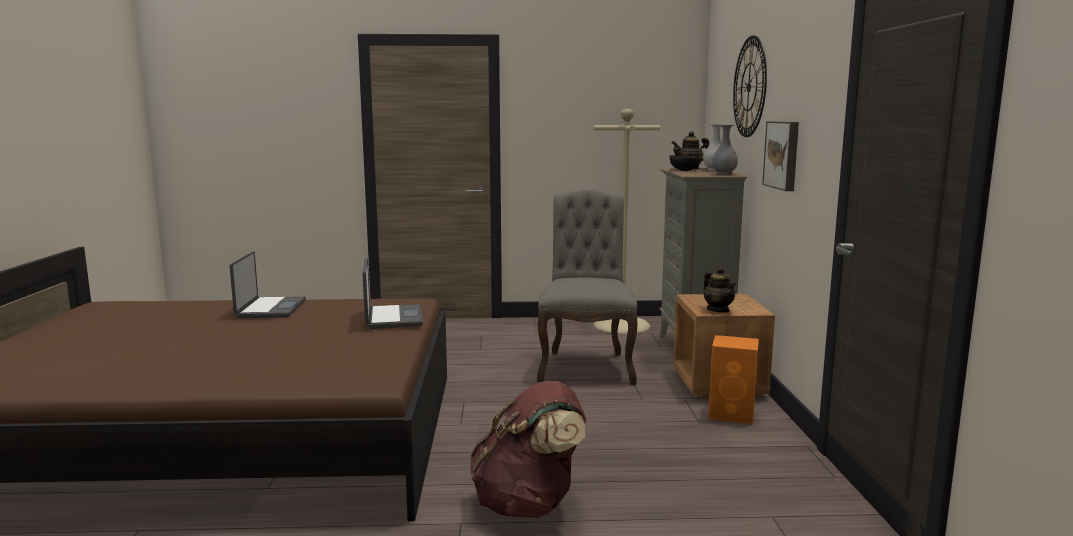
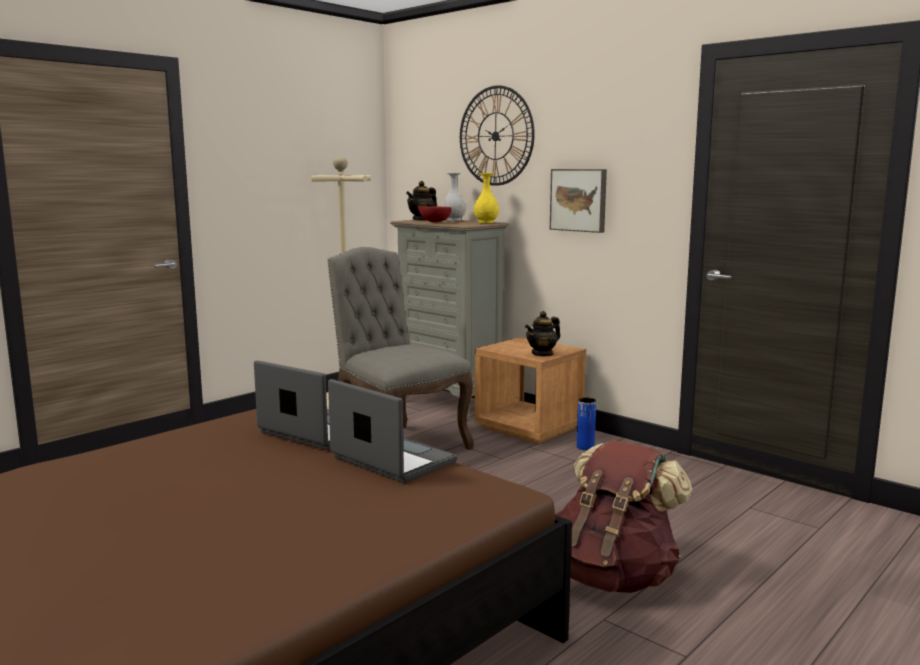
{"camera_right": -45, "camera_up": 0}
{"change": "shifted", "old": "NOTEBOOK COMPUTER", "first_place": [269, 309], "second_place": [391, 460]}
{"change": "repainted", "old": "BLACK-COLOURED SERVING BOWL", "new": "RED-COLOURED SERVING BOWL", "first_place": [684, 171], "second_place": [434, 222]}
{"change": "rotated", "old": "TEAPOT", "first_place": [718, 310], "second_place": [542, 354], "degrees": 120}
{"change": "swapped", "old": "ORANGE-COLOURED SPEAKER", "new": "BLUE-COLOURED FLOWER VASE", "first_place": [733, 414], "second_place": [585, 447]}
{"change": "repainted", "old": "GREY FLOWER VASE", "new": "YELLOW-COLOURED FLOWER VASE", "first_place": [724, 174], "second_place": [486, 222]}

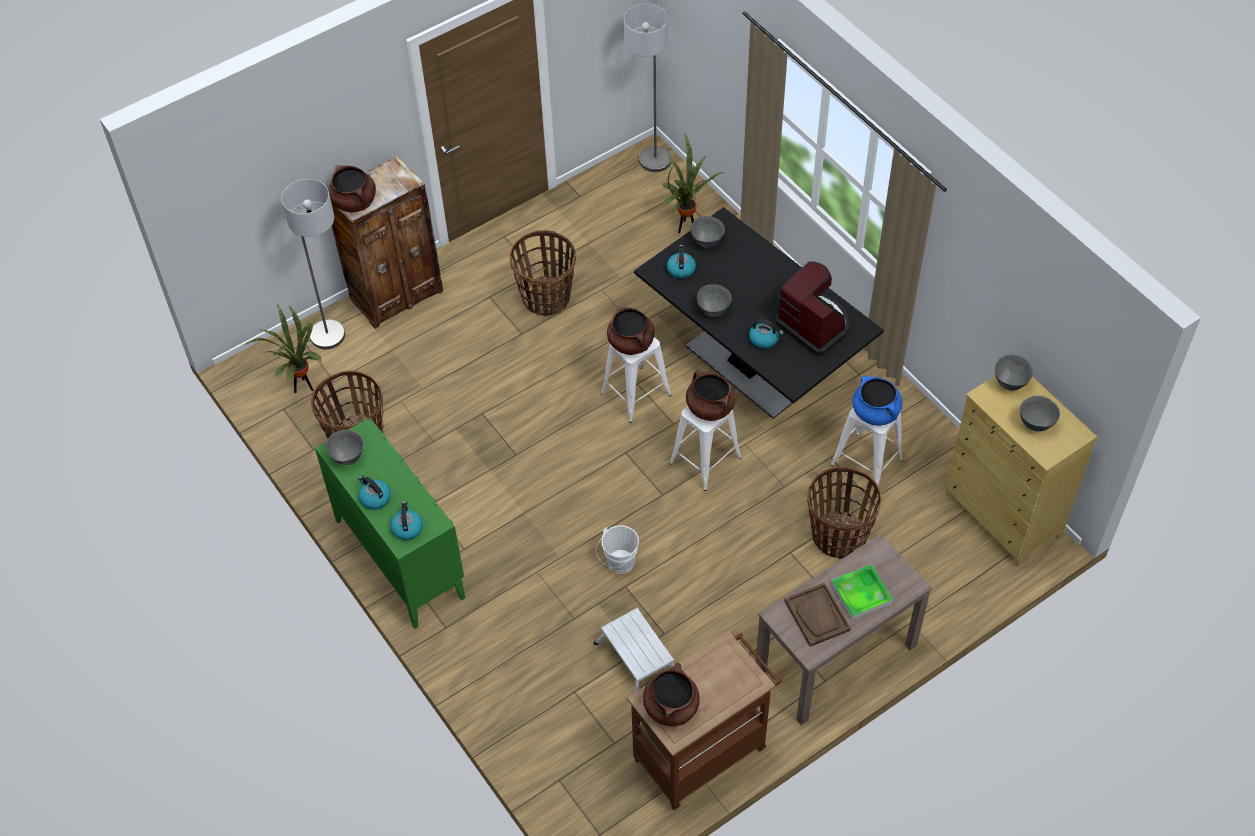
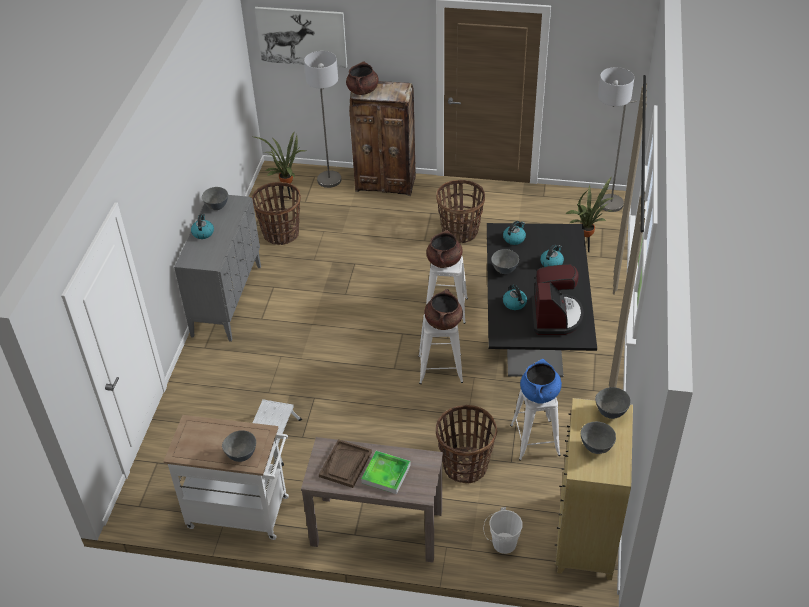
{"camera_right": 45, "camera_up": -10}
{"change": "repainted", "old": "GREEN-COLOURED DRAWER CHEST", "new": "GREY DRAWER CHEST", "first_place": [401, 557], "second_place": [229, 300]}
{"change": "shifted", "old": "WATER KETTLE", "first_place": [407, 528], "second_place": [551, 263]}
{"change": "shifted", "old": "WHITISH WATER BUCKET", "first_place": [618, 564], "second_place": [501, 543]}
{"change": "repainted", "old": "BROWN-COLOURED WHEELED CART", "new": "WHITISH WHEELED CART", "first_place": [703, 752], "second_place": [241, 513]}
{"change": "gone", "old": "BROWN-COLOURED COOKING POT", "first_place": [671, 706]}
{"change": "shifted", "old": "GREY SERVING BOWL", "first_place": [707, 242], "second_place": [242, 456]}
{"change": "new", "new": "WALL ART", "second_place": [301, 36]}

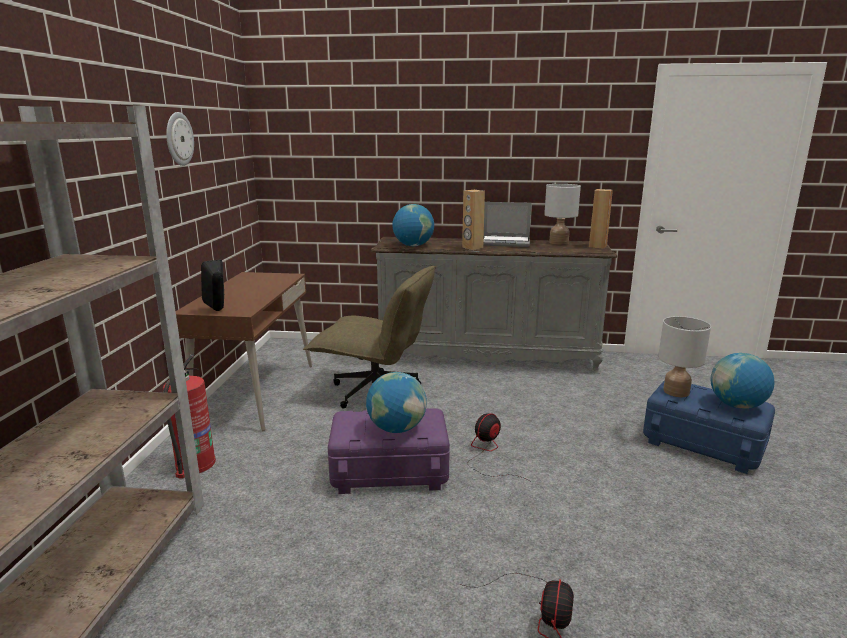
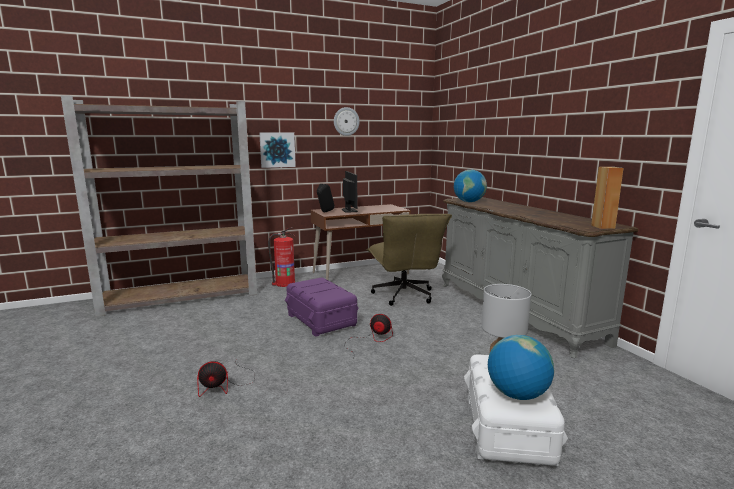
{"camera_right": 60, "camera_up": -5}
{"change": "gone", "old": "WORLD GLOBE", "first_place": [397, 428]}
{"change": "gone", "old": "BROWN-COLOURED SPEAKER", "first_place": [472, 247]}
{"change": "gone", "old": "NOTEBOOK COMPUTER", "first_place": [506, 242]}
{"change": "gone", "old": "GREY TABLETOP LAMP", "first_place": [558, 243]}
{"change": "repainted", "old": "BLUE-COLOURED STORAGE BOX", "new": "WHITISH STORAGE BOX", "first_place": [703, 443], "second_place": [508, 428]}
{"change": "new", "new": "WALL ART", "second_place": [277, 150]}
{"change": "new", "new": "MONITOR", "second_place": [349, 210]}

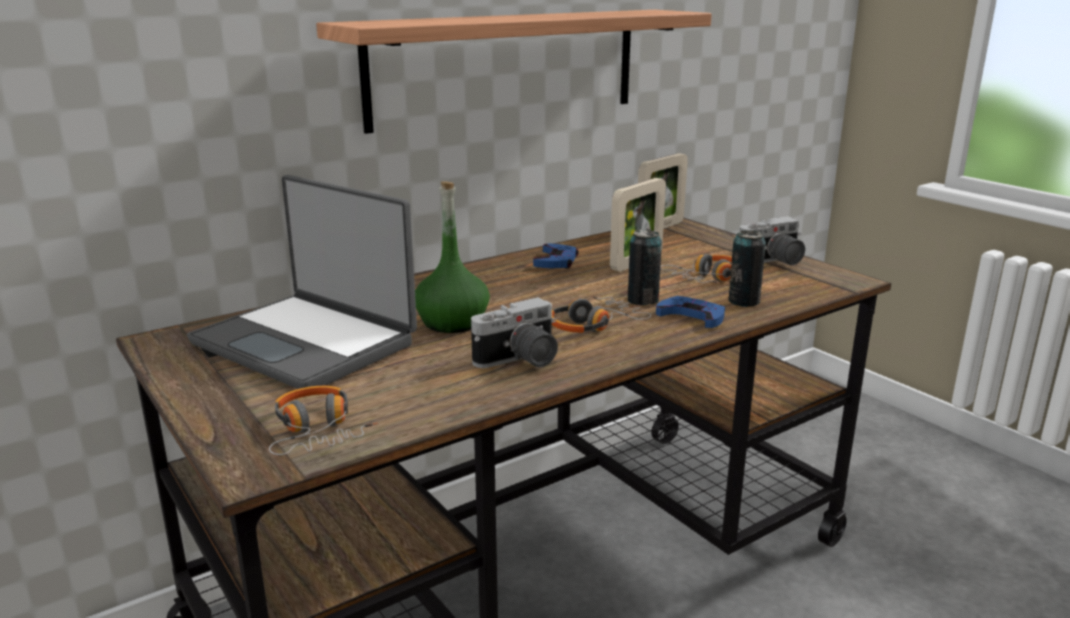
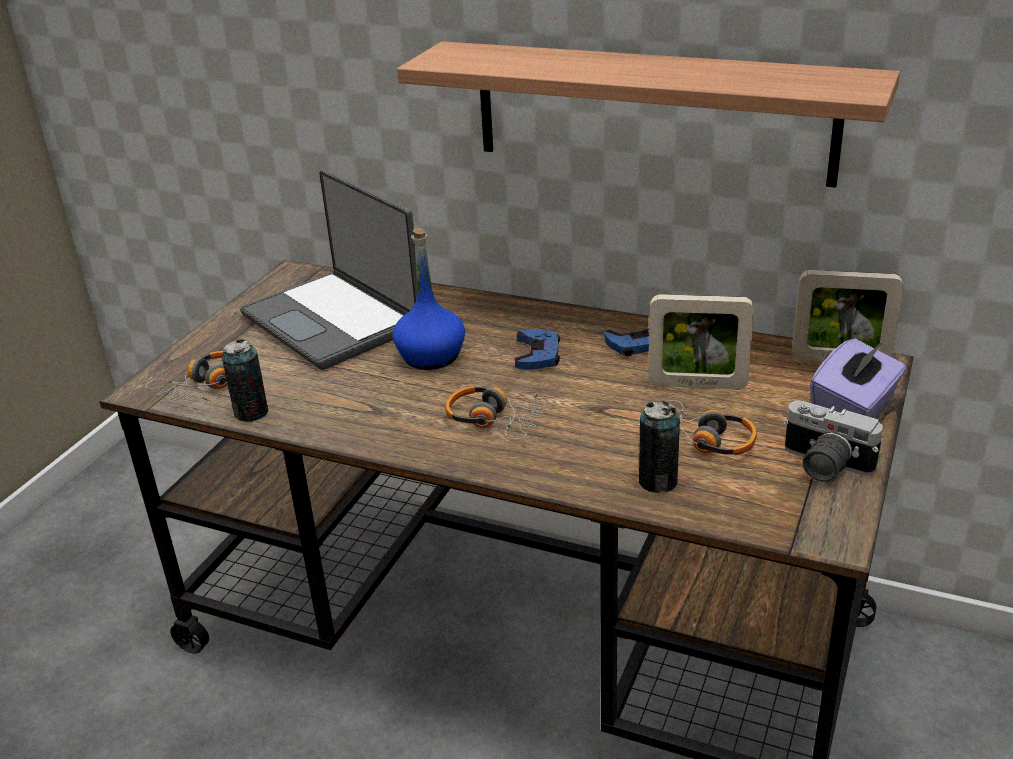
{"camera_right": 60, "camera_up": 10}
{"change": "rotated", "old": "NOTEBOOK COMPUTER", "first_place": [307, 342], "second_place": [334, 320], "degrees": -45}
{"change": "repainted", "old": "GREEN-COLOURED DRINK BOTTLE", "new": "BLUE-COLOURED DRINK BOTTLE", "first_place": [452, 322], "second_place": [431, 356]}
{"change": "gone", "old": "STILL CAMERA", "first_place": [520, 361]}
{"change": "shifted", "old": "CAN", "first_place": [643, 300], "second_place": [251, 413]}
{"change": "shifted", "old": "BLUE-COLOURED GAME CONTROLLER", "first_place": [692, 317], "second_place": [538, 354]}
{"change": "new", "new": "PURPLE BOX OF TISSUES", "second_place": [854, 411]}

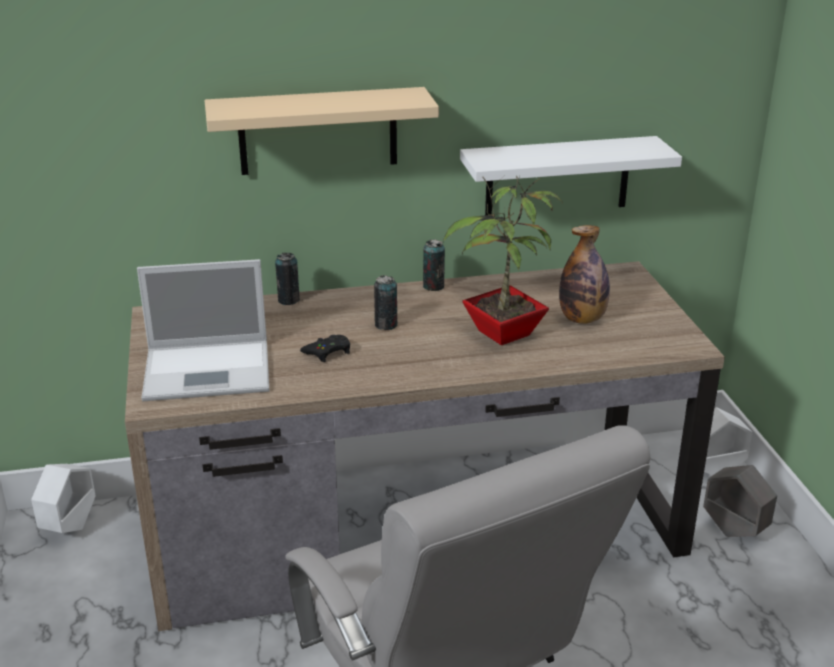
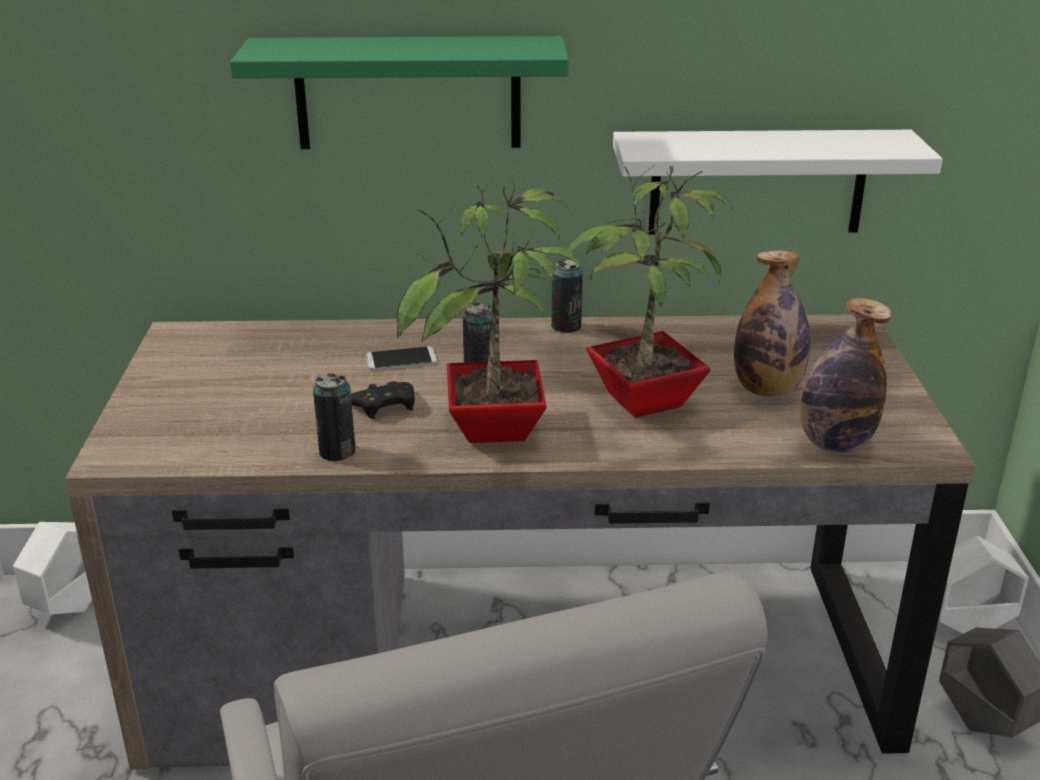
{"camera_right": 10, "camera_up": 0}
{"change": "gone", "old": "NOTEBOOK COMPUTER", "first_place": [210, 370]}
{"change": "repainted", "old": "SAND-COLOURED BRACKET SHELF", "new": "GREEN-COLOURED BRACKET SHELF", "first_place": [318, 131], "second_place": [408, 93]}
{"change": "shifted", "old": "CAN", "first_place": [288, 300], "second_place": [337, 452]}
{"change": "new", "new": "PHONE", "second_place": [401, 359]}
{"change": "new", "new": "POTTED PLANT", "second_place": [495, 431]}
{"change": "new", "new": "DRINK BOTTLE", "second_place": [835, 444]}

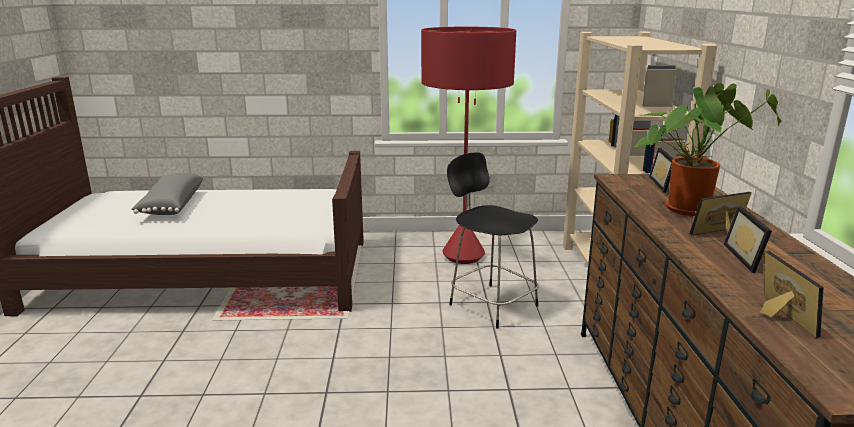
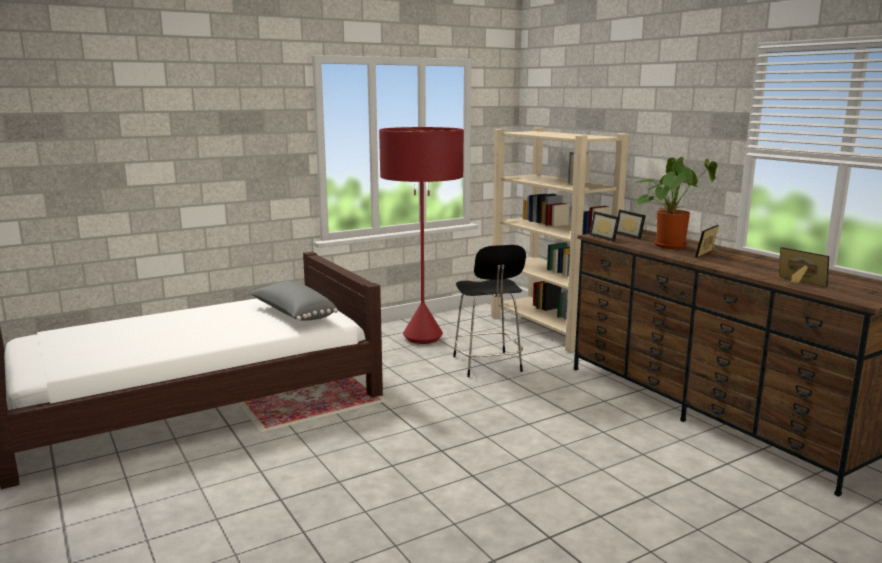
{"camera_right": -30, "camera_up": -5}
{"change": "shifted", "old": "GREY THROW PILLOW", "first_place": [171, 206], "second_place": [293, 314]}
{"change": "rotated", "old": "BLACK-COLOURED UPRIGHT CHAIR", "first_place": [491, 304], "second_place": [487, 365], "degrees": -120}
{"change": "shifted", "old": "STANDING FRAME", "first_place": [749, 258], "second_place": [606, 237]}

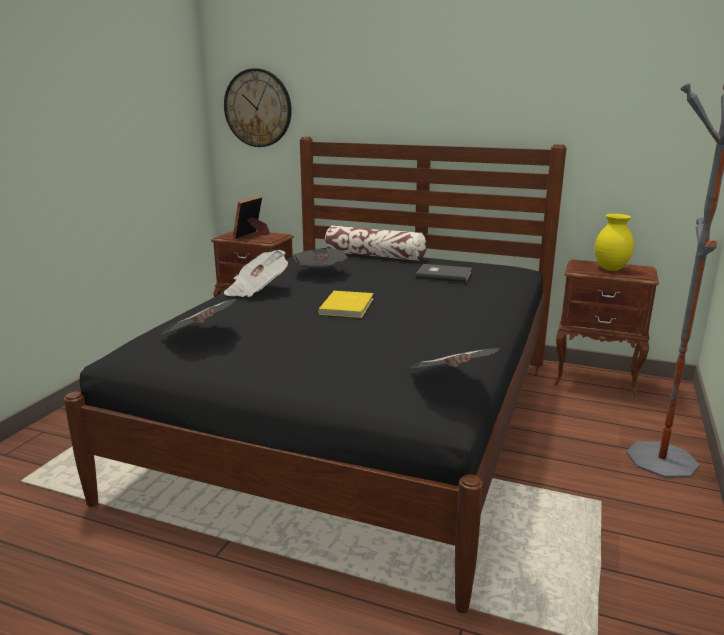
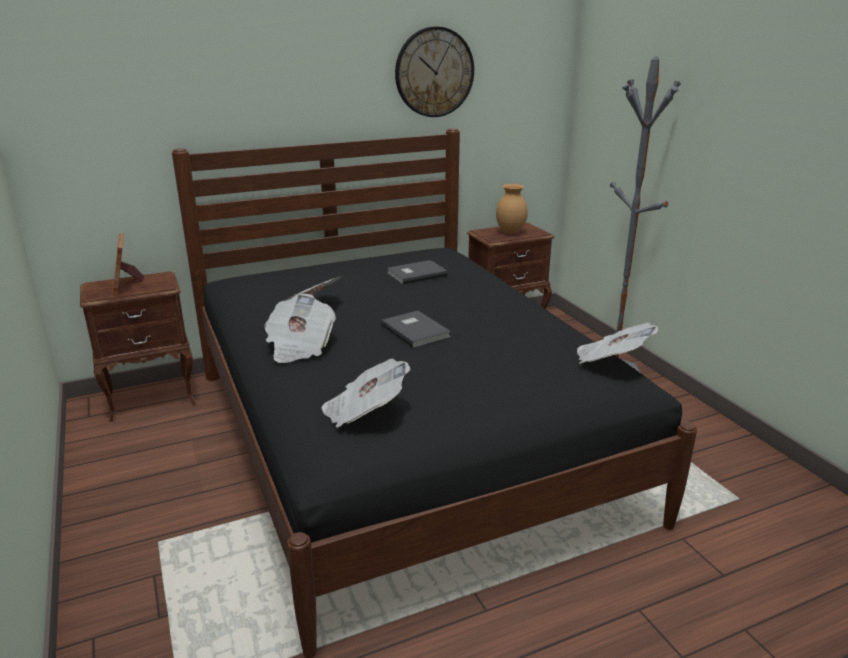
{"camera_right": -45, "camera_up": 5}
{"change": "shifted", "old": "HANGING CLOCK", "first_place": [258, 108], "second_place": [434, 72]}
{"change": "repainted", "old": "YELLOW-COLOURED BOOK", "new": "GREY BOOK", "first_place": [348, 306], "second_place": [416, 330]}
{"change": "gone", "old": "THROW PILLOW", "first_place": [375, 256]}
{"change": "repainted", "old": "YELLOW-COLOURED FLOWER VASE", "new": "BROWN-COLOURED FLOWER VASE", "first_place": [611, 269], "second_place": [511, 232]}

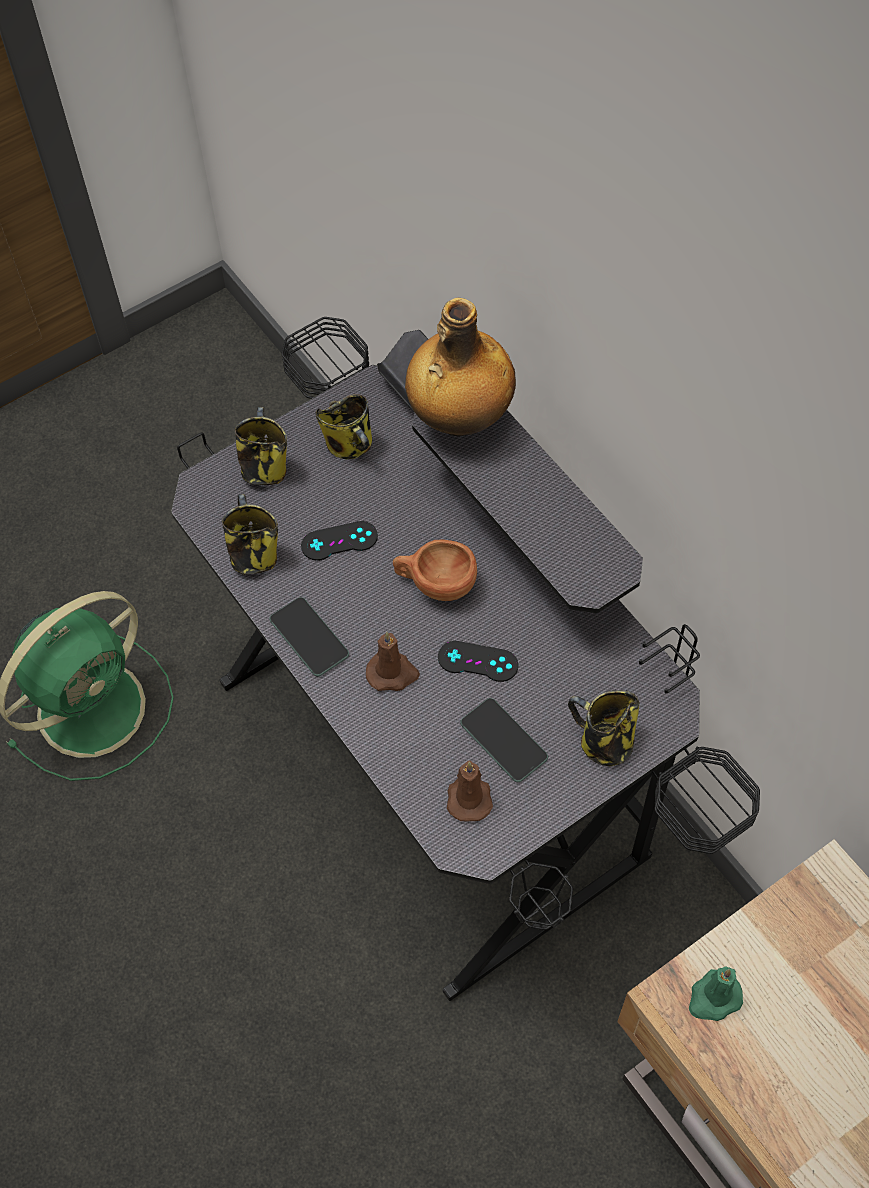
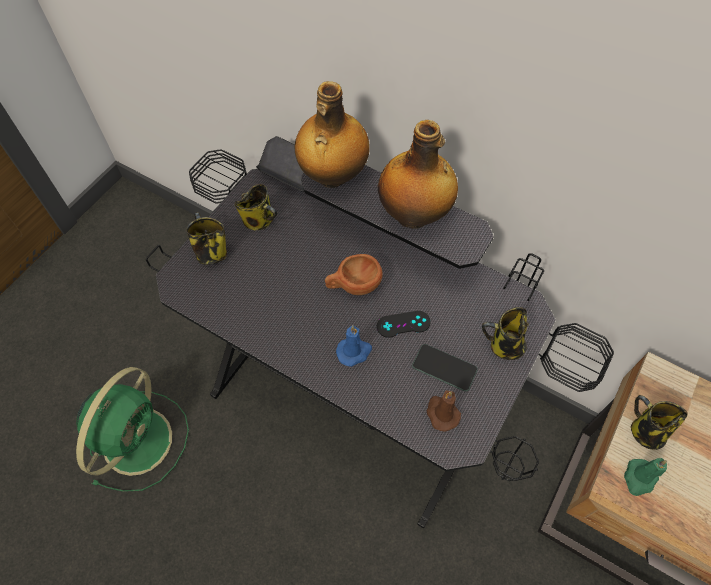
{"camera_right": -25, "camera_up": 0}
{"change": "shifted", "old": "TEA MUG", "first_place": [253, 554], "second_place": [645, 430]}
{"change": "gone", "old": "PHONE", "first_place": [309, 637]}
{"change": "gone", "old": "BLACK-COLOURED GAME CONTROLLER", "first_place": [339, 541]}
{"change": "repainted", "old": "BROWN-COLOURED WAX CANDLE", "new": "BLUE-COLOURED WAX CANDLE", "first_place": [393, 673], "second_place": [354, 351]}
{"change": "new", "new": "DRINK BOTTLE", "second_place": [414, 215]}

